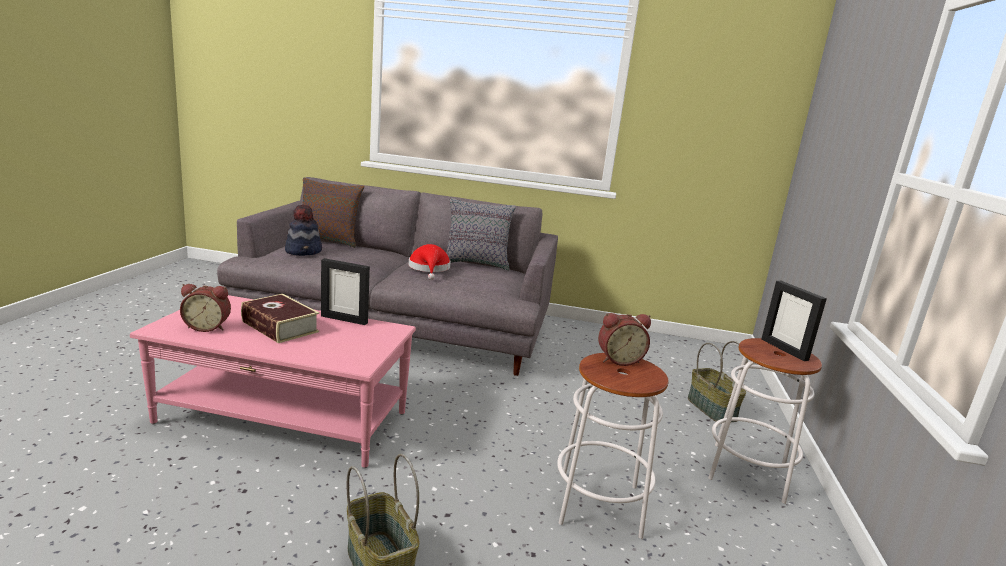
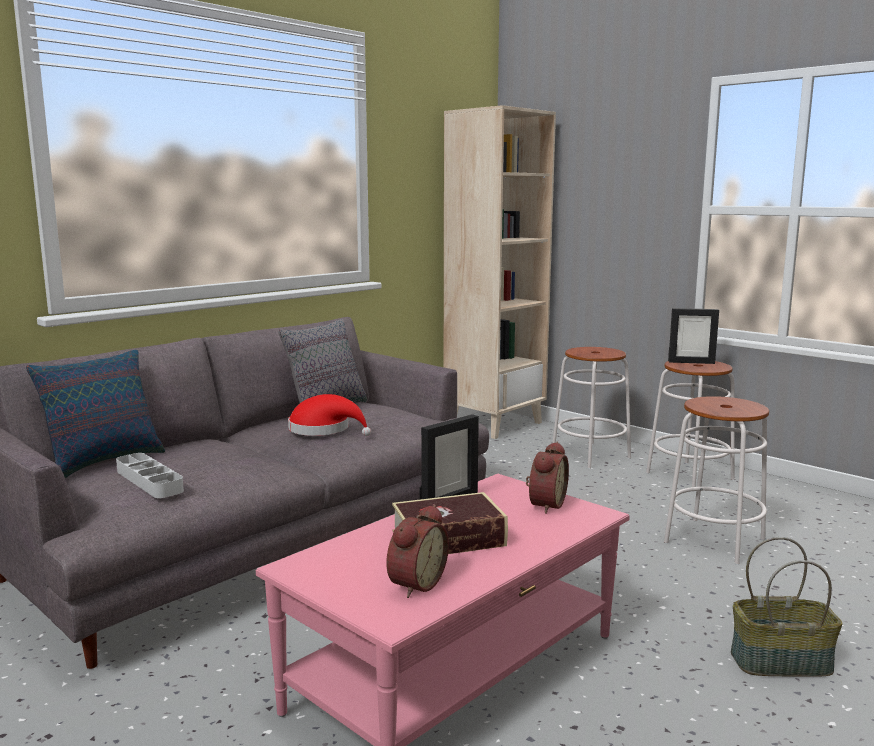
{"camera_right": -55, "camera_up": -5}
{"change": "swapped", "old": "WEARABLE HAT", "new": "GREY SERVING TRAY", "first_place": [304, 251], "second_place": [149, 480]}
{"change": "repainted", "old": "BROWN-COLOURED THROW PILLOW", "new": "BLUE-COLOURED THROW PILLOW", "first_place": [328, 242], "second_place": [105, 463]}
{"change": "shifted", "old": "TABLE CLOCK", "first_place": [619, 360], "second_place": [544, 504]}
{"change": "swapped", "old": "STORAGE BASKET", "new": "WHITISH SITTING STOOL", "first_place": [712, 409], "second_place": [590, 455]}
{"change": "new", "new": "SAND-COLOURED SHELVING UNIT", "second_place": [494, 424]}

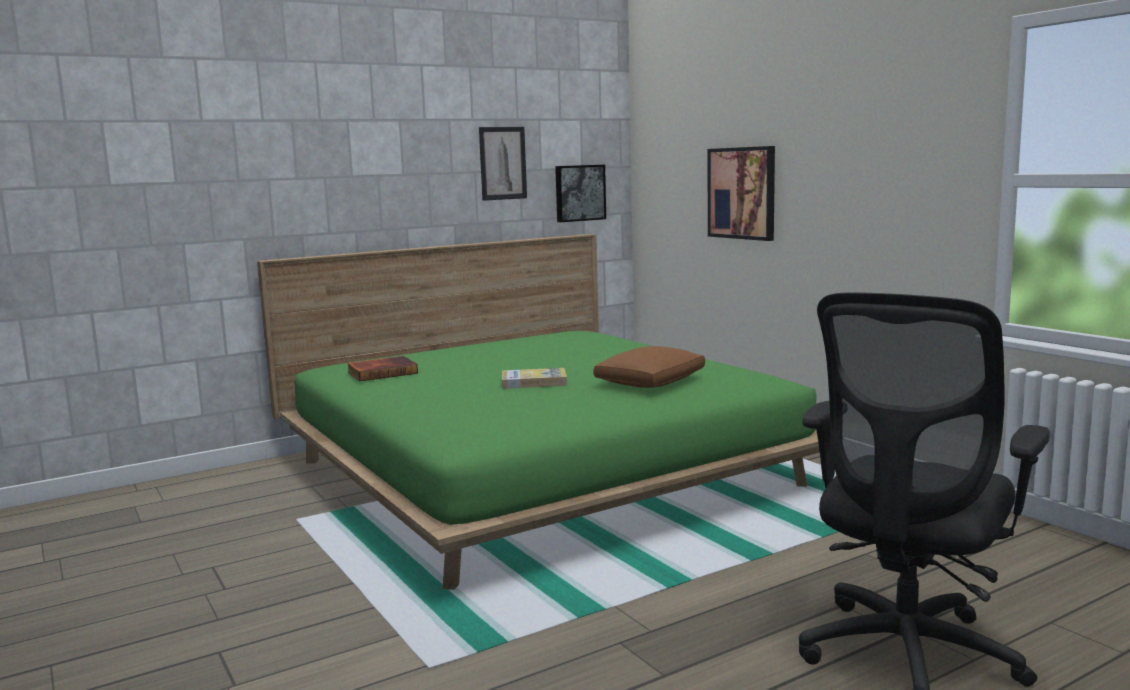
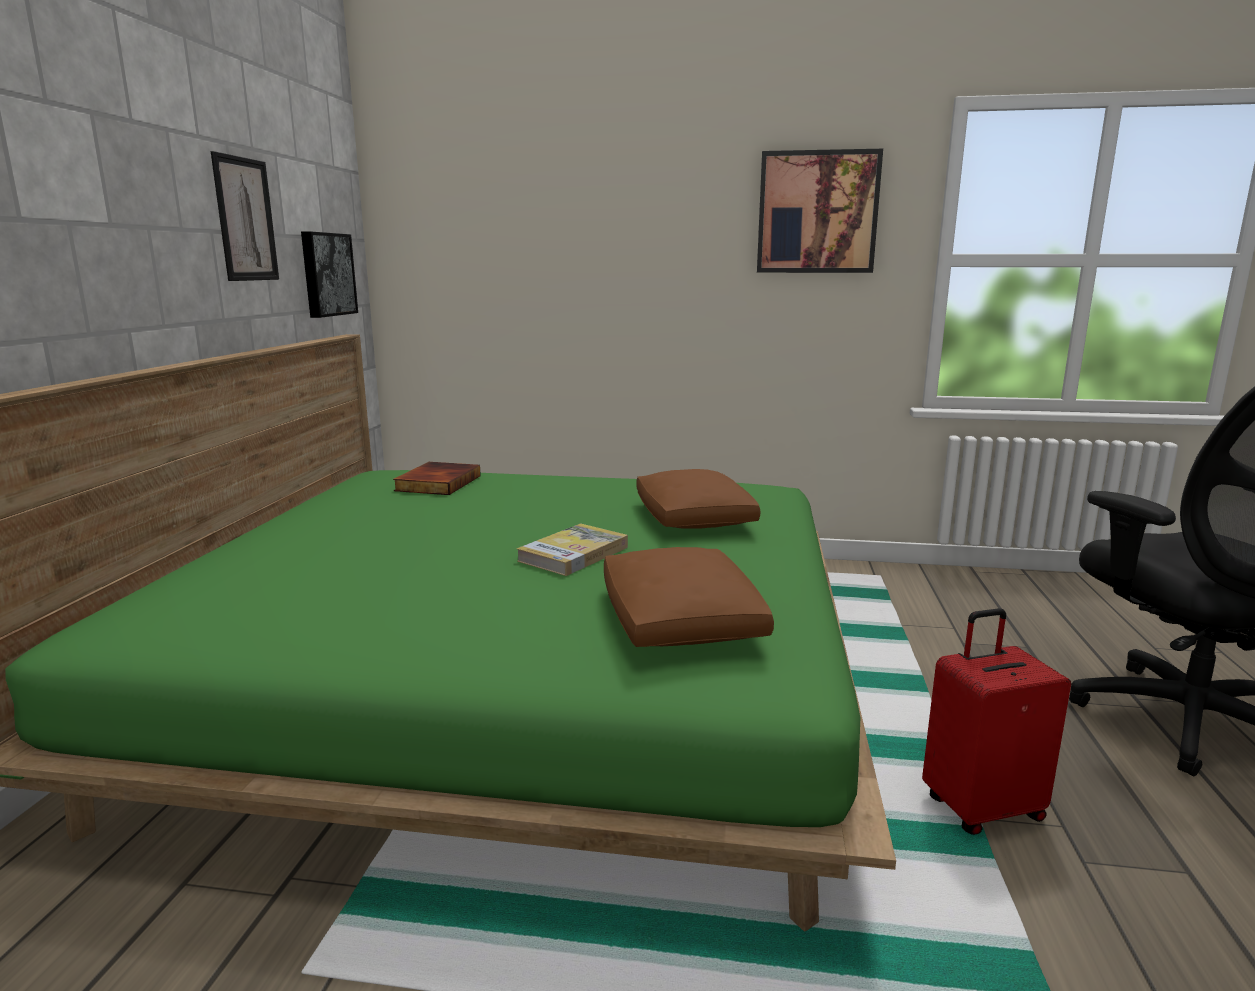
{"camera_right": -50, "camera_up": 5}
{"change": "shifted", "old": "BOOK", "first_place": [382, 372], "second_place": [437, 483]}
{"change": "shifted", "old": "WALL ART", "first_place": [742, 193], "second_place": [817, 213]}
{"change": "new", "new": "BROWN-COLOURED THROW PILLOW", "second_place": [679, 619]}
{"change": "new", "new": "RED-COLOURED SUITCASE", "second_place": [981, 807]}

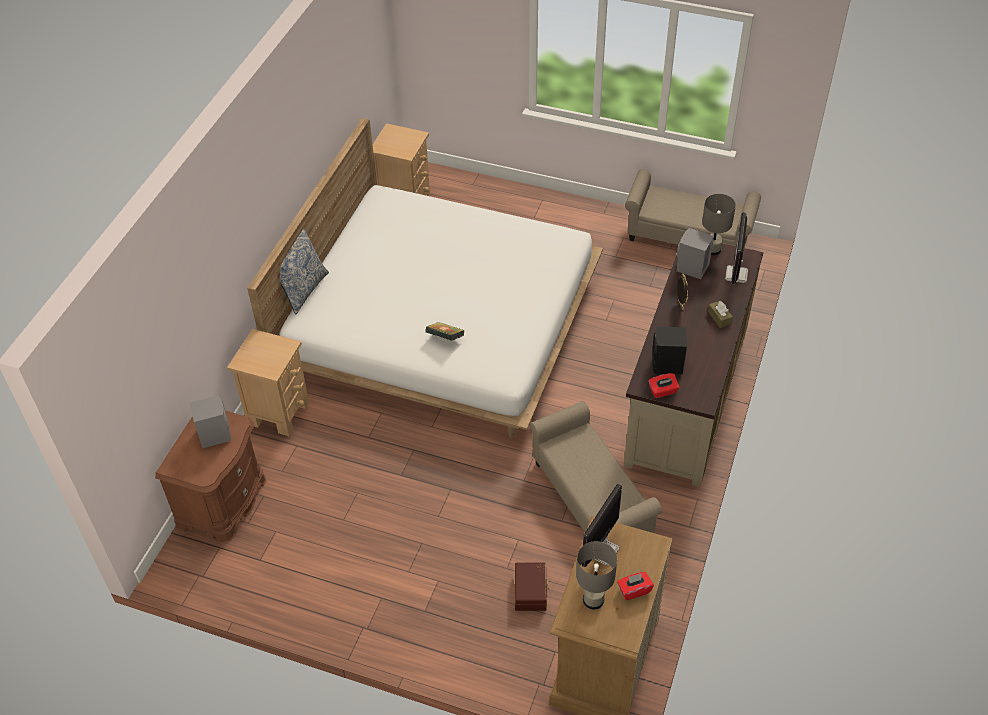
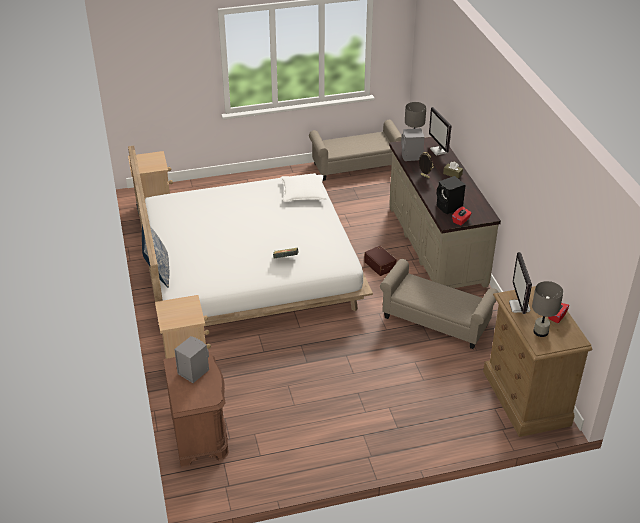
{"camera_right": -35, "camera_up": -10}
{"change": "shifted", "old": "BROWN-COLOURED STORAGE BOX", "first_place": [531, 591], "second_place": [380, 265]}
{"change": "new", "new": "WHITISH THROW PILLOW", "second_place": [303, 192]}

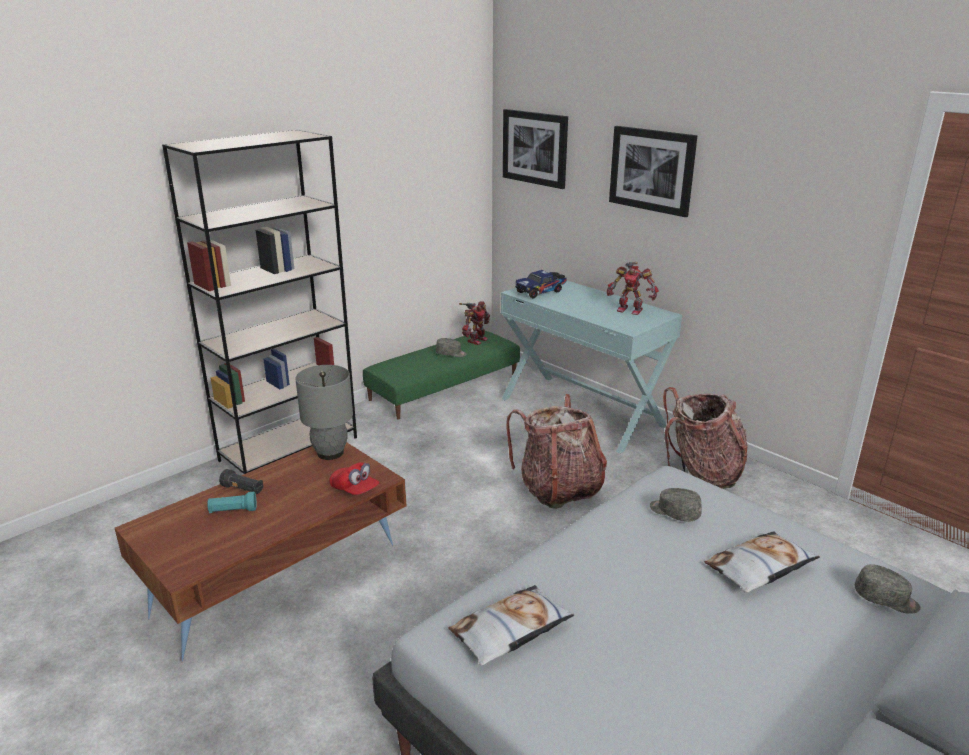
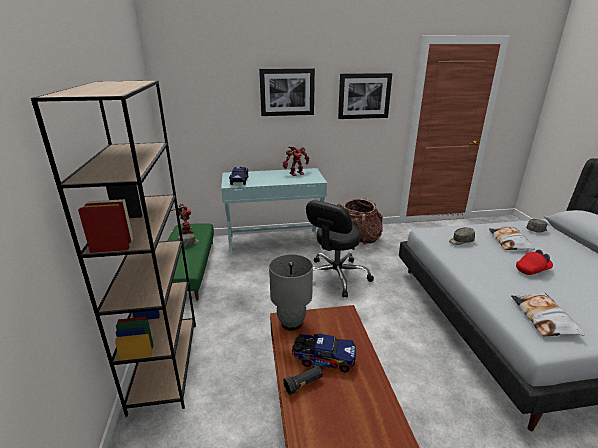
{"camera_right": -55, "camera_up": 0}
{"change": "gone", "old": "TURQUOISE FLASHLIGHT", "first_place": [233, 511]}
{"change": "shifted", "old": "RED-COLOURED CAP", "first_place": [355, 490], "second_place": [532, 270]}
{"change": "shifted", "old": "WALL ART", "first_place": [535, 148], "second_place": [364, 96]}
{"change": "swapped", "old": "KNAPSACK", "new": "BLACK-COLOURED OFFICE CHAIR", "first_place": [558, 489], "second_place": [334, 278]}
{"change": "new", "new": "TOY TRUCK", "second_place": [323, 358]}

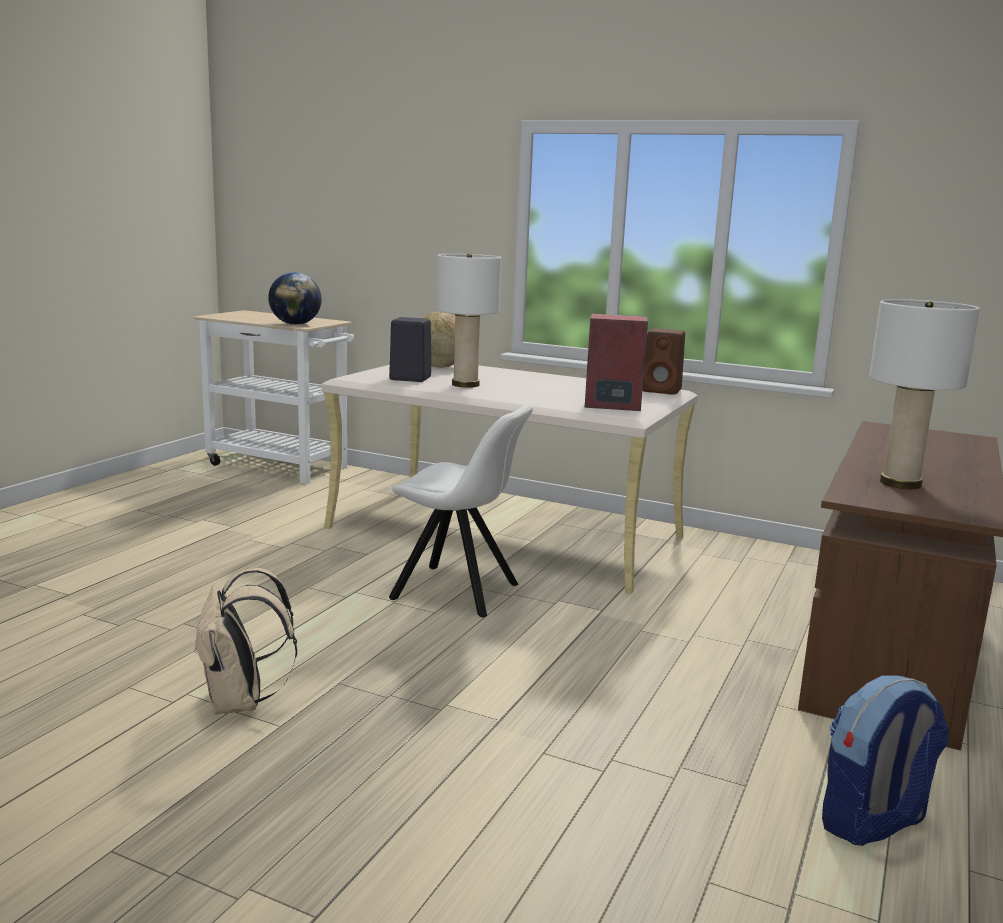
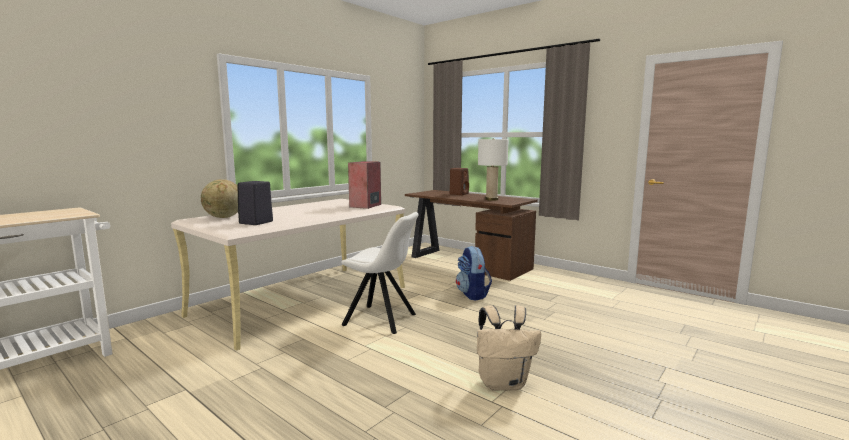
{"camera_right": -75, "camera_up": -5}
{"change": "gone", "old": "WORLD GLOBE", "first_place": [295, 324]}
{"change": "rotated", "old": "WHITISH UPRIGHT CHAIR", "first_place": [456, 591], "second_place": [380, 319], "degrees": 75}
{"change": "gone", "old": "WHITISH TABLETOP LAMP", "first_place": [465, 385]}
{"change": "shifted", "old": "BROWN-COLOURED SPEAKER", "first_place": [663, 390], "second_place": [459, 194]}
{"change": "shifted", "old": "KNAPSACK", "first_place": [872, 823], "second_place": [473, 294]}

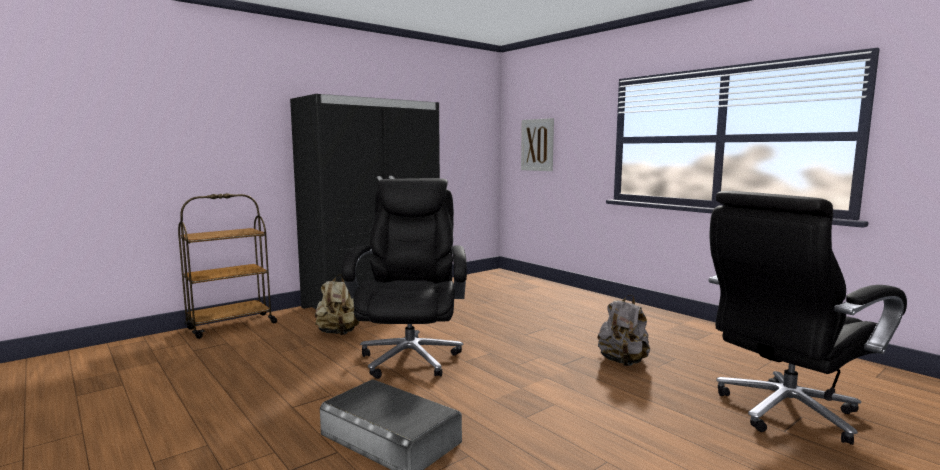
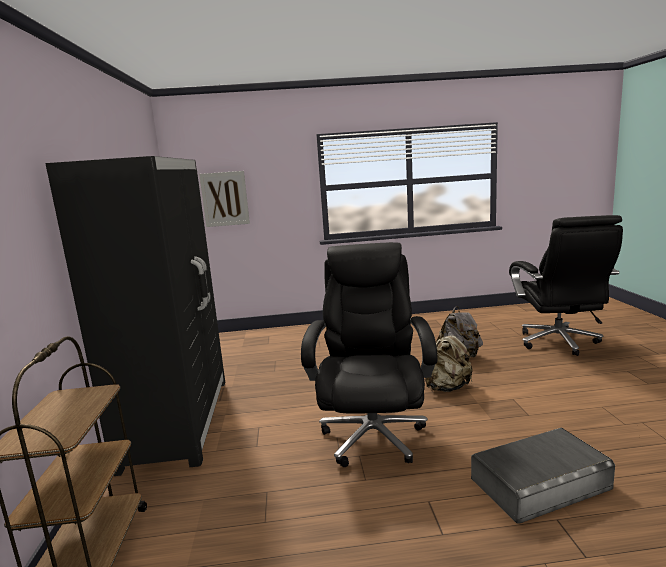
{"camera_right": -55, "camera_up": 5}
{"change": "shifted", "old": "SAND-COLOURED KNAPSACK", "first_place": [338, 333], "second_place": [448, 387]}
{"change": "rotated", "old": "BLACK-COLOURED OFFICE CHAIR", "first_place": [411, 357], "second_place": [373, 435], "degrees": 60}

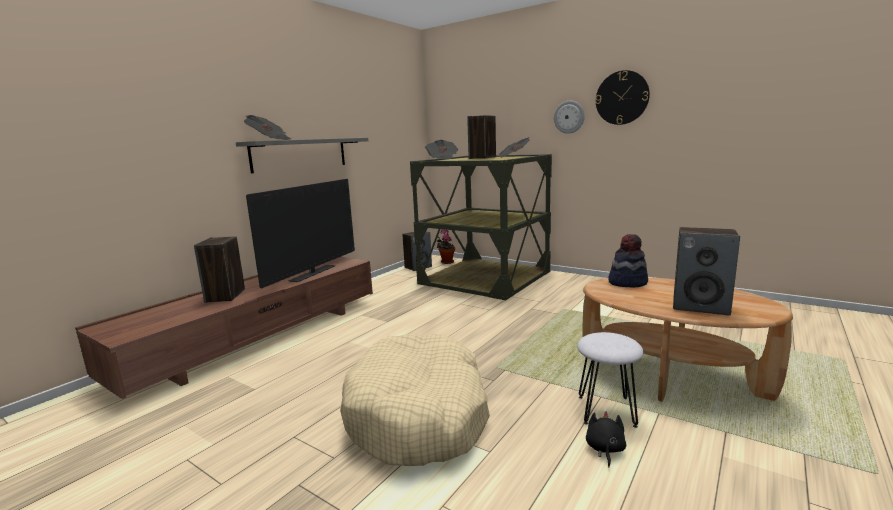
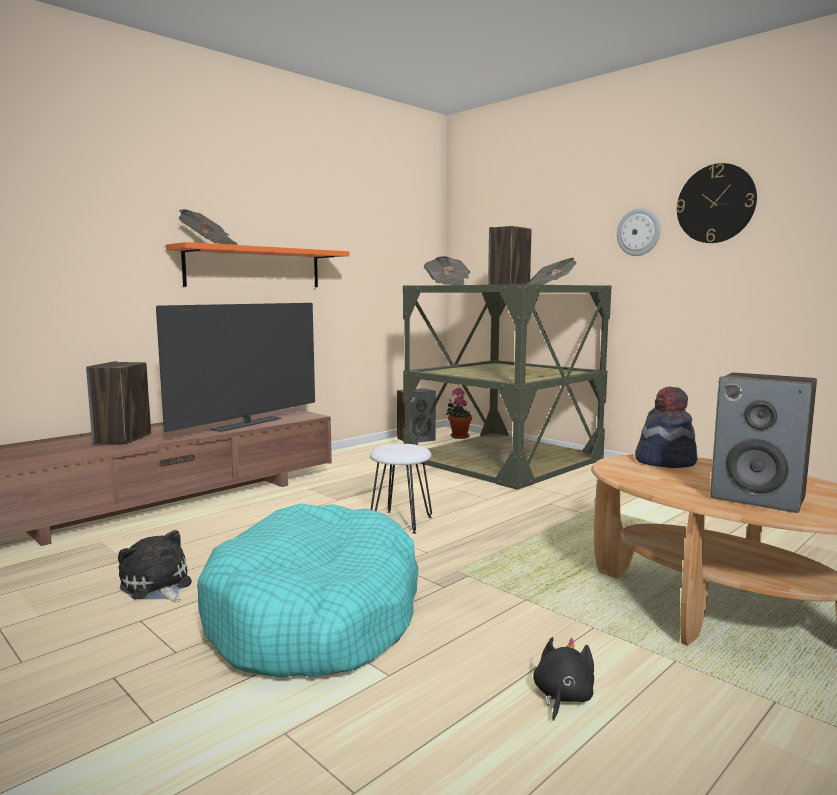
{"camera_right": 10, "camera_up": -5}
{"change": "repainted", "old": "GREY BRACKET SHELF", "new": "ORANGE-COLOURED BRACKET SHELF", "first_place": [300, 154], "second_place": [254, 268]}
{"change": "repainted", "old": "SAND-COLOURED PET BED", "new": "TURQUOISE PET BED", "first_place": [418, 414], "second_place": [316, 616]}
{"change": "shifted", "old": "WHITISH SITTING STOOL", "first_place": [606, 410], "second_place": [401, 521]}
{"change": "new", "new": "PLUSH TOY", "second_place": [157, 586]}

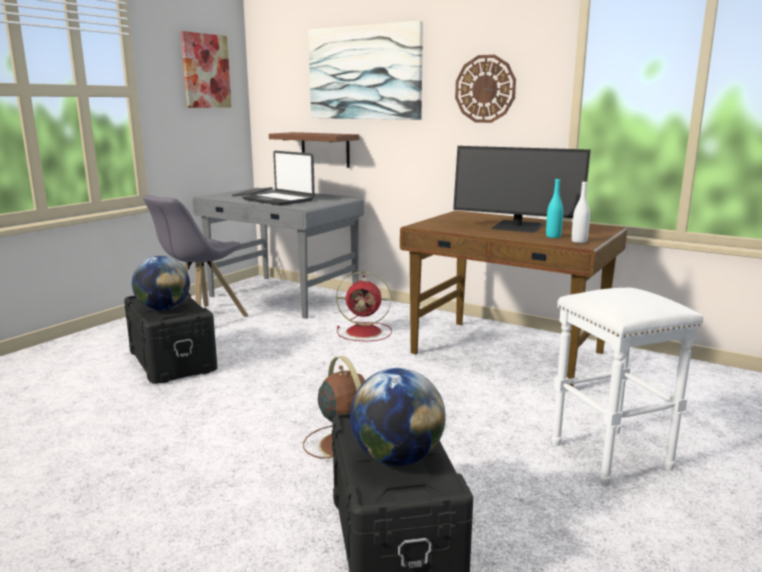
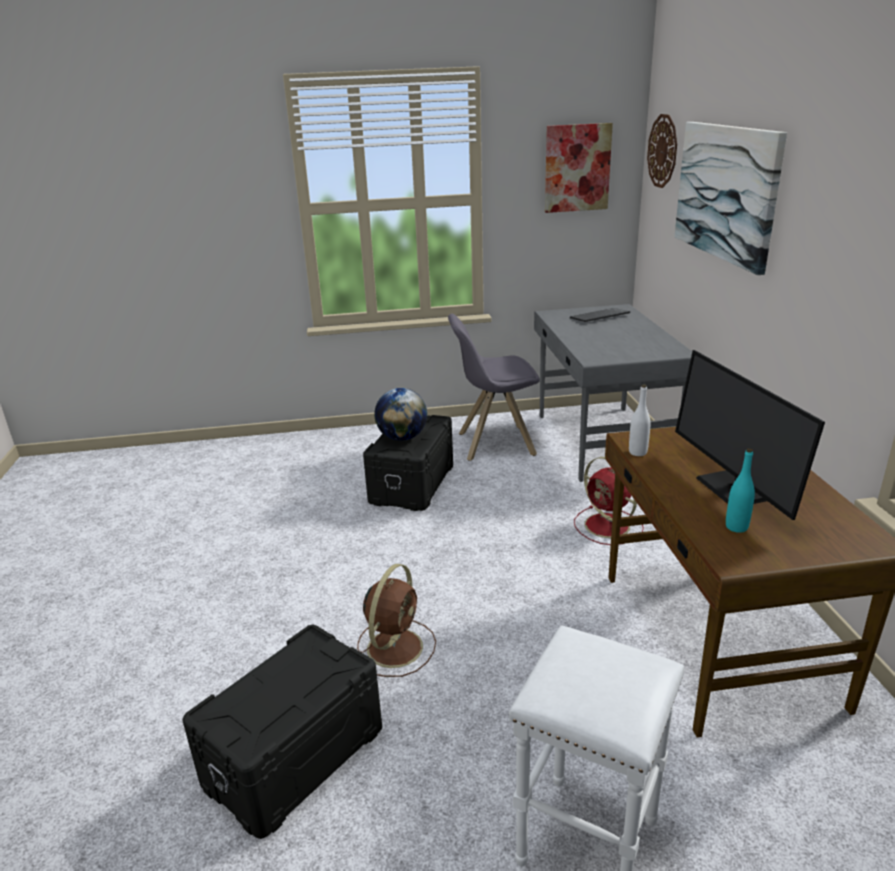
{"camera_right": 50, "camera_up": 10}
{"change": "gone", "old": "NOTEBOOK COMPUTER", "first_place": [279, 200]}
{"change": "gone", "old": "BROWN-COLOURED BRACKET SHELF", "first_place": [325, 149]}
{"change": "gone", "old": "WORLD GLOBE", "first_place": [397, 458]}
{"change": "shifted", "old": "HANGING CLOCK", "first_place": [485, 89], "second_place": [663, 151]}
{"change": "shifted", "old": "WHITISH DRINK BOTTLE", "first_place": [579, 241], "second_place": [637, 452]}

